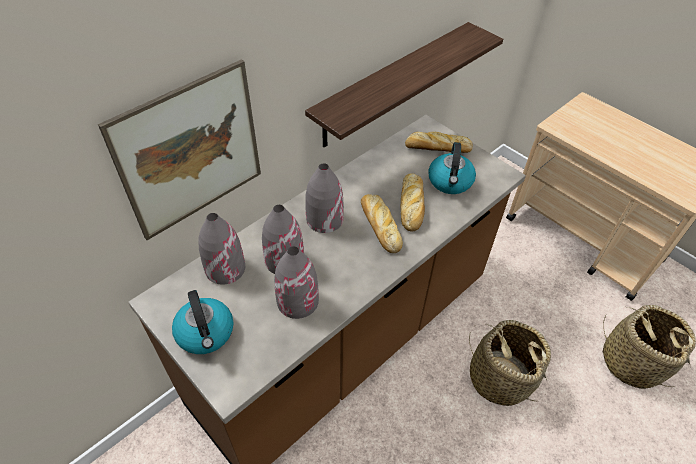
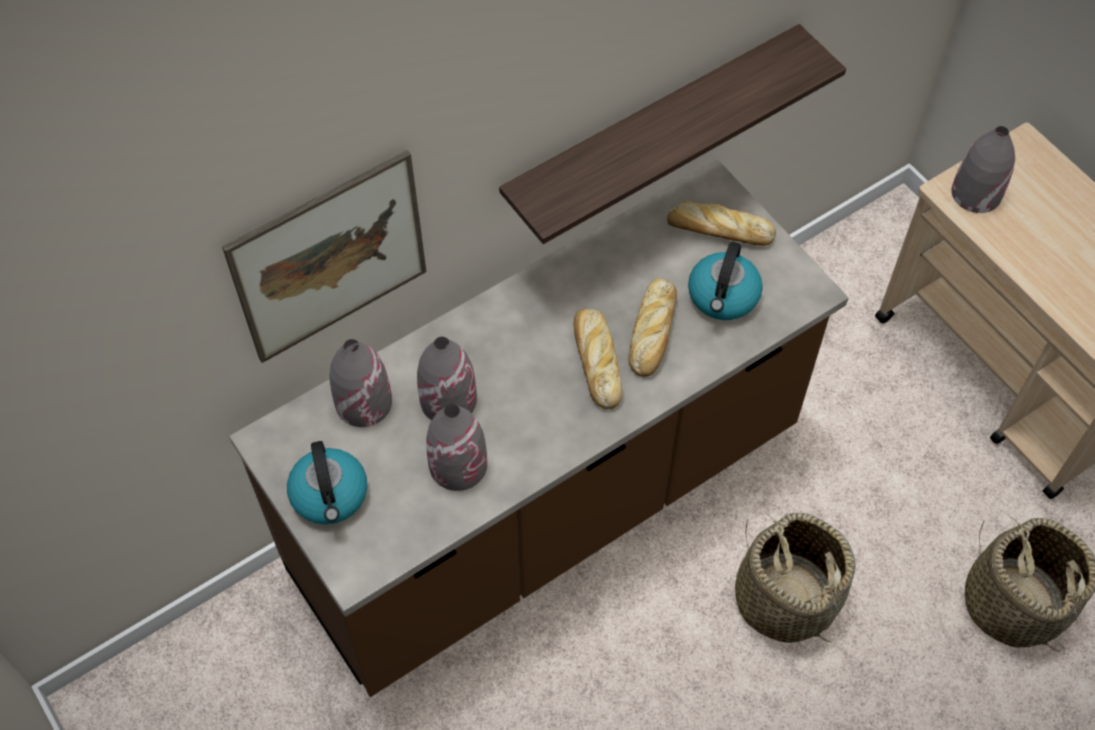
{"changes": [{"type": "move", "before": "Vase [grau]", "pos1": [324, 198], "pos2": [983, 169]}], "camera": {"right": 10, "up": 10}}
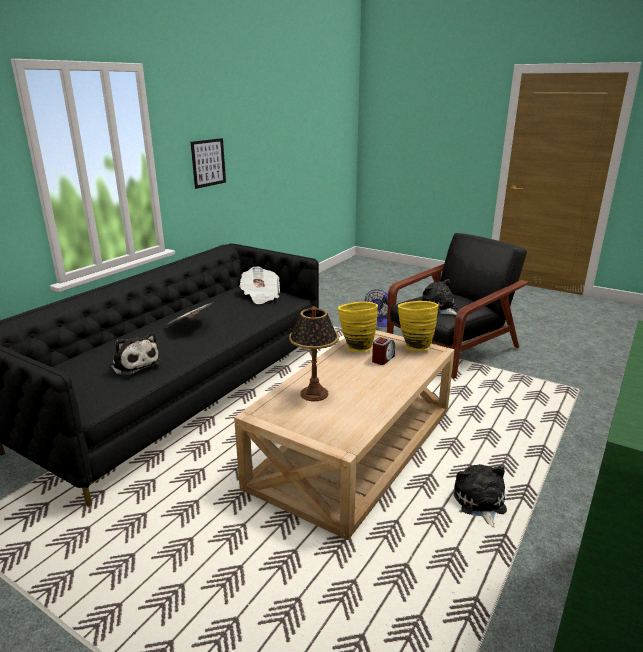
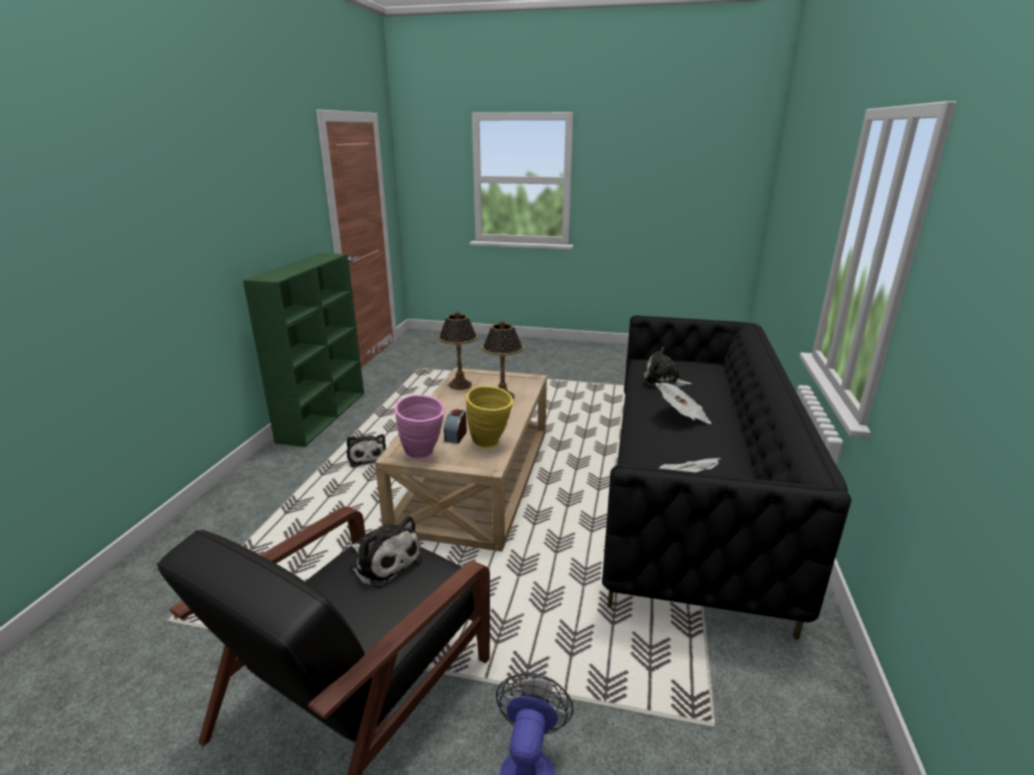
{"changes": [{"type": "delete", "before": "Bild", "pos1": [208, 163]}, {"type": "insert", "after": "Tischlampe", "pos2": [458, 350]}, {"type": "recolor", "before": "Vase [gelb]", "after": "Vase [rosa]", "pos1": [418, 326], "pos2": [420, 427]}], "camera": {"right": 160, "up": 0}}
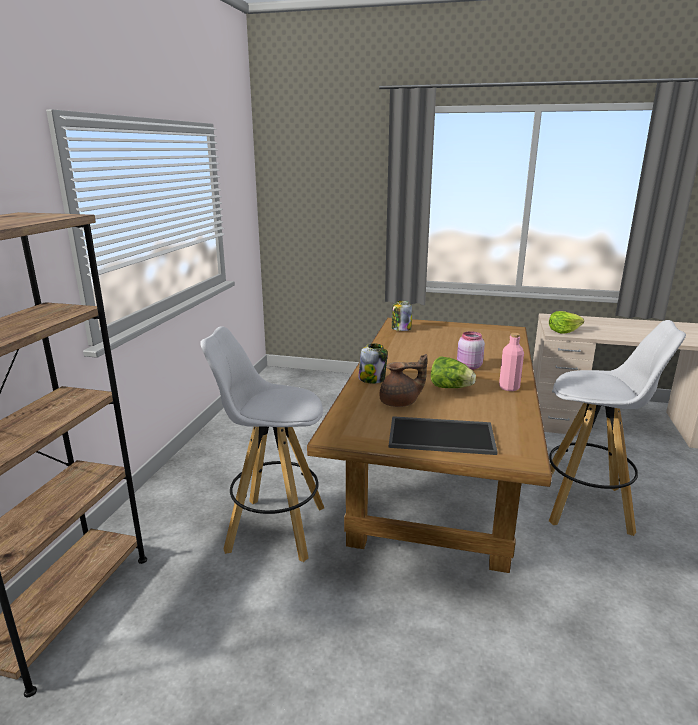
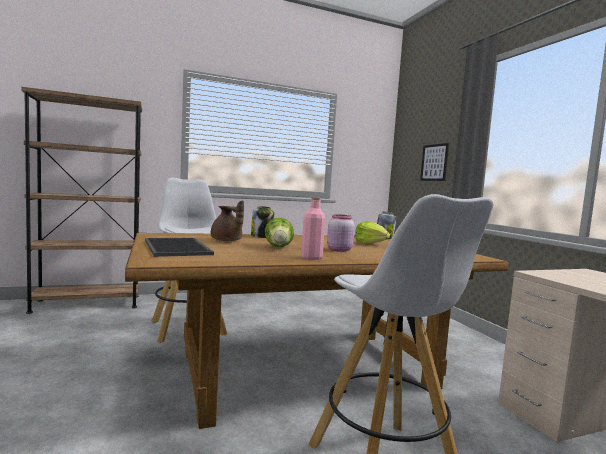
{"changes": [{"type": "insert", "after": "Bild", "pos2": [434, 162]}, {"type": "move", "before": "Salatkopf", "pos1": [566, 322], "pos2": [372, 232]}], "camera": {"right": 55, "up": -15}}
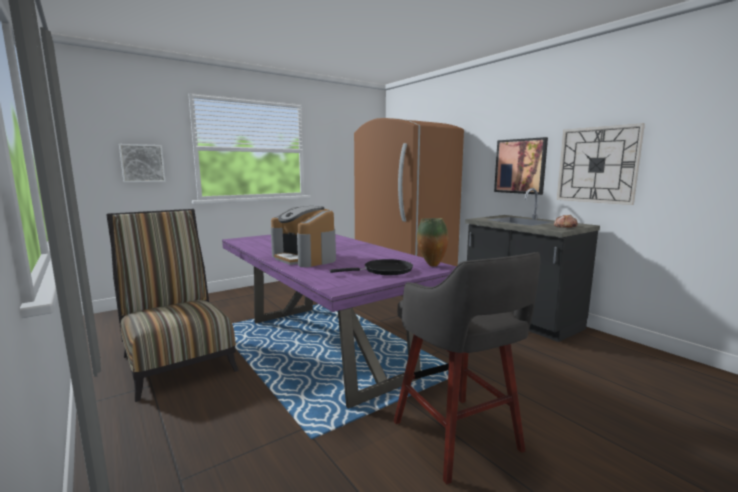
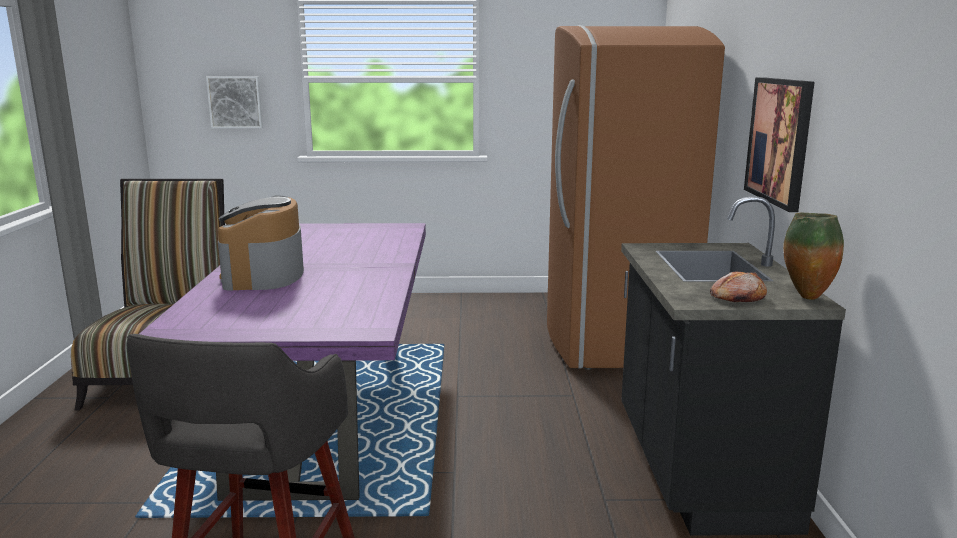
{"changes": [{"type": "delete", "before": "Pfanne [schwarz]", "pos1": [371, 267]}, {"type": "delete", "before": "Wanduhr", "pos1": [601, 164]}, {"type": "move", "before": "Vase", "pos1": [432, 242], "pos2": [813, 256]}], "camera": {"right": 35, "up": 5}}
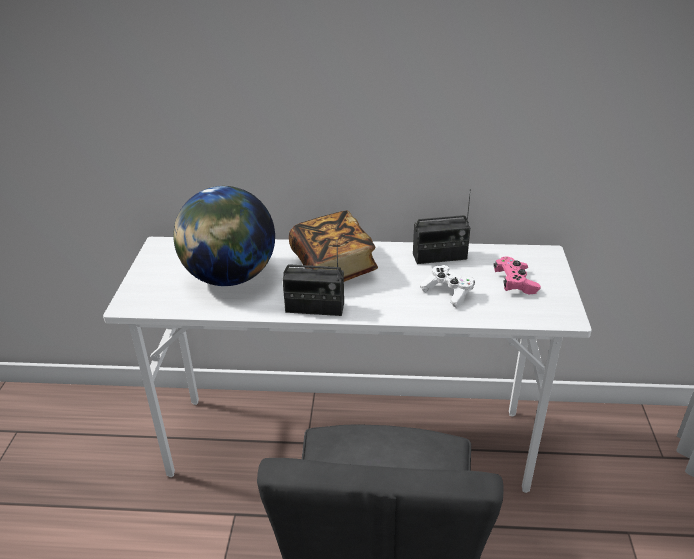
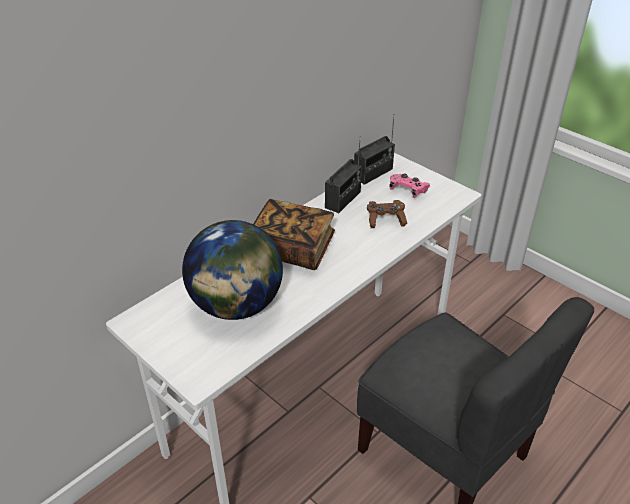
{"changes": [{"type": "move", "before": "Radio", "pos1": [313, 278], "pos2": [374, 151]}, {"type": "recolor", "before": "Gamepad [weiß]", "after": "Gamepad [braun]", "pos1": [447, 286], "pos2": [387, 214]}], "camera": {"right": -50, "up": 5}}
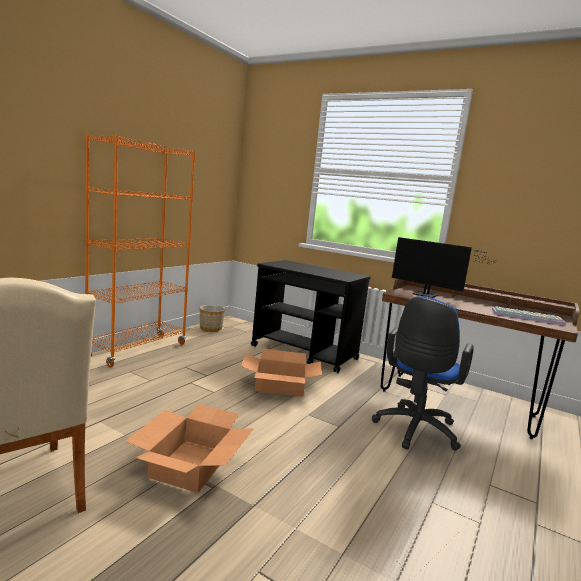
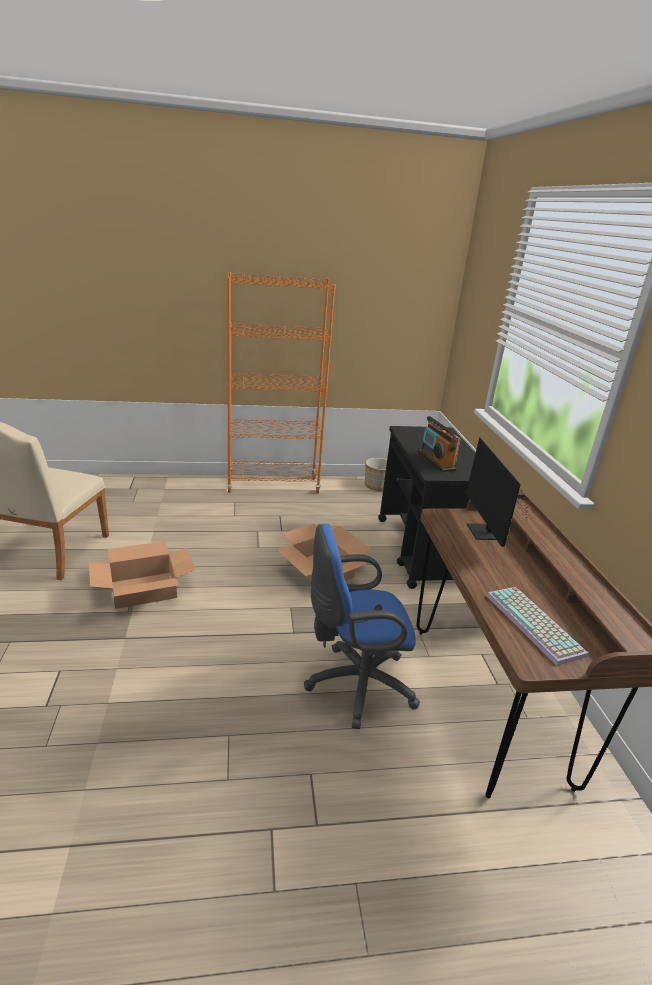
{"changes": [{"type": "insert", "after": "Radio", "pos2": [439, 444]}], "camera": {"right": 50, "up": 15}}
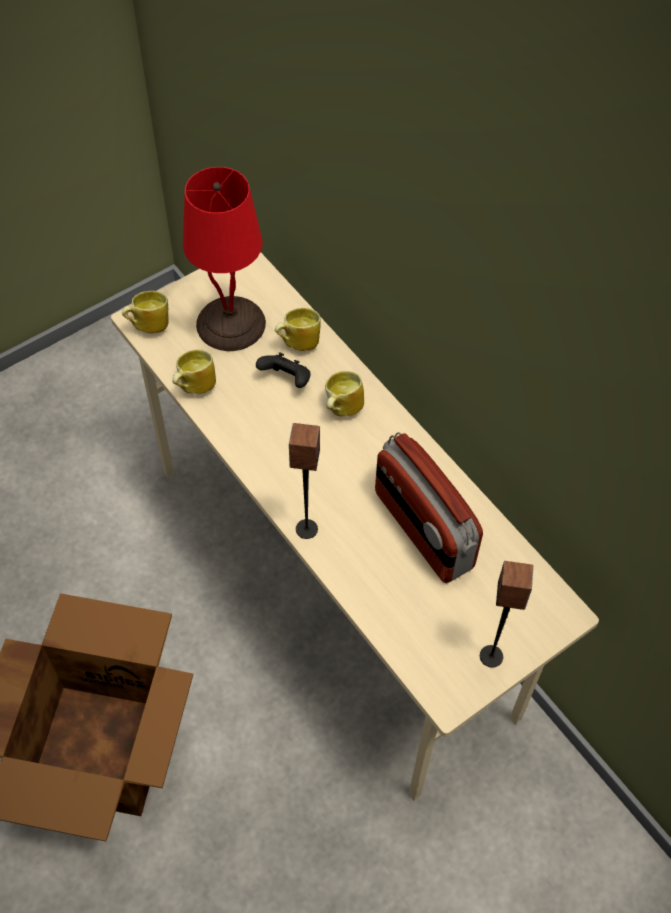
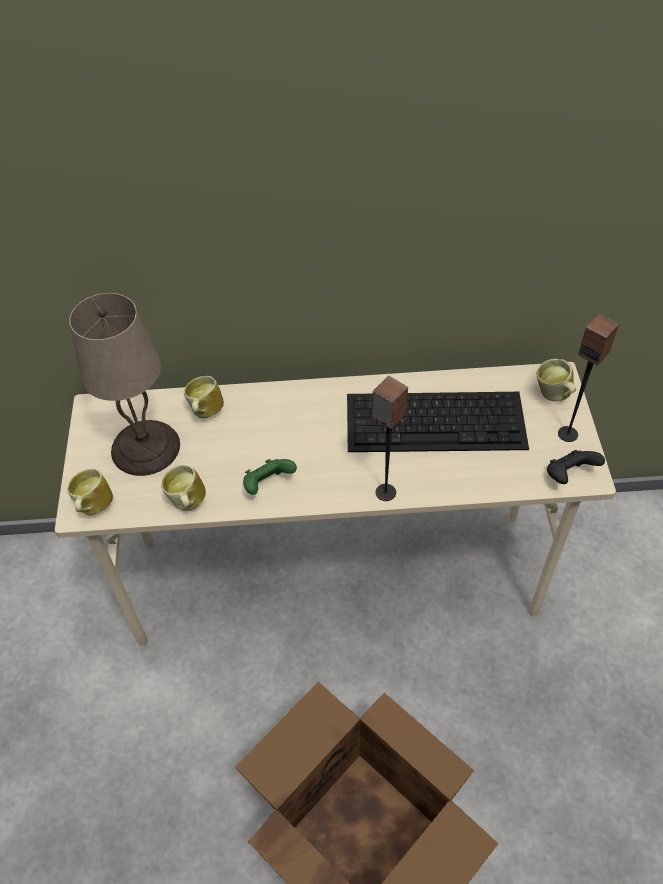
{"changes": [{"type": "insert", "after": "Gamepad [grün]", "pos2": [270, 477]}, {"type": "move", "before": "Gamepad [schwarz]", "pos1": [283, 370], "pos2": [576, 467]}, {"type": "move", "before": "Henkelbecher", "pos1": [344, 393], "pos2": [556, 380]}, {"type": "replace", "before": "Radio", "after": "Tastatur", "pos1": [429, 507], "pos2": [438, 422]}, {"type": "recolor", "before": "Tischlampe [rot]", "after": "Tischlampe [beige]", "pos1": [224, 259], "pos2": [124, 384]}], "camera": {"right": -55, "up": -5}}
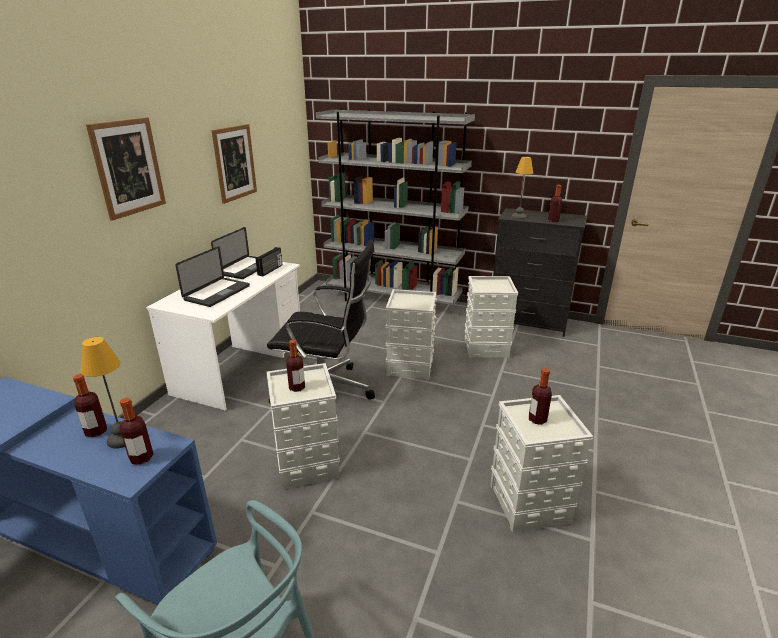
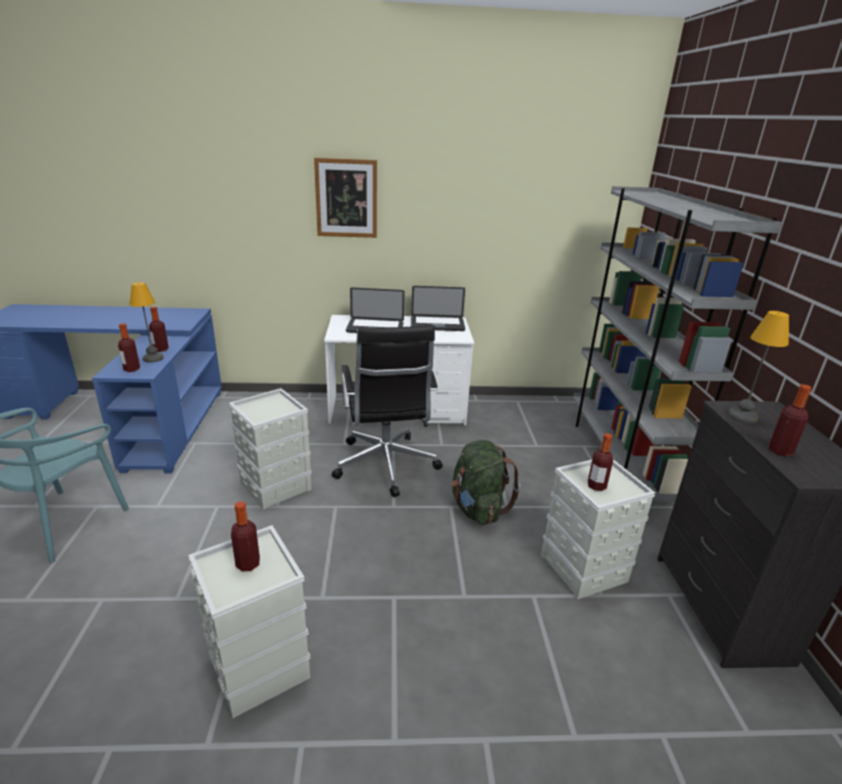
{"changes": [{"type": "delete", "before": "Bild", "pos1": [234, 164]}, {"type": "delete", "before": "Radio", "pos1": [269, 261]}, {"type": "move", "before": "Flasche", "pos1": [295, 366], "pos2": [600, 462]}, {"type": "replace", "before": "Aufbewahrungsbox [grau]", "after": "Rucksack [grün]", "pos1": [411, 334], "pos2": [485, 482]}], "camera": {"right": 65, "up": 0}}
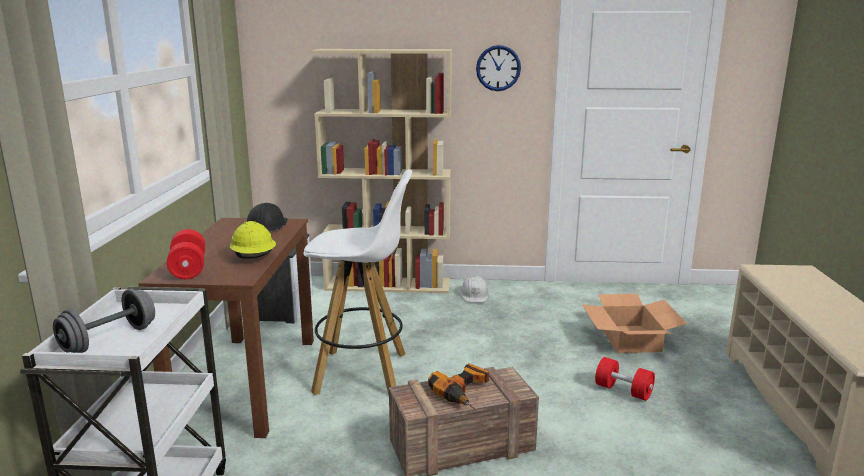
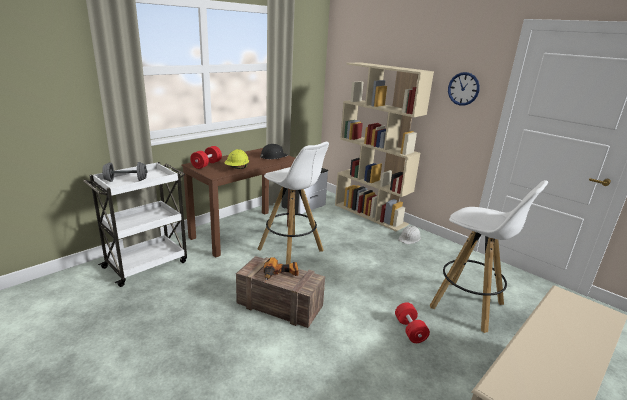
{"changes": [{"type": "replace", "before": "Karton", "after": "Hocker [weiß]", "pos1": [634, 323], "pos2": [489, 256]}], "camera": {"right": 40, "up": 5}}
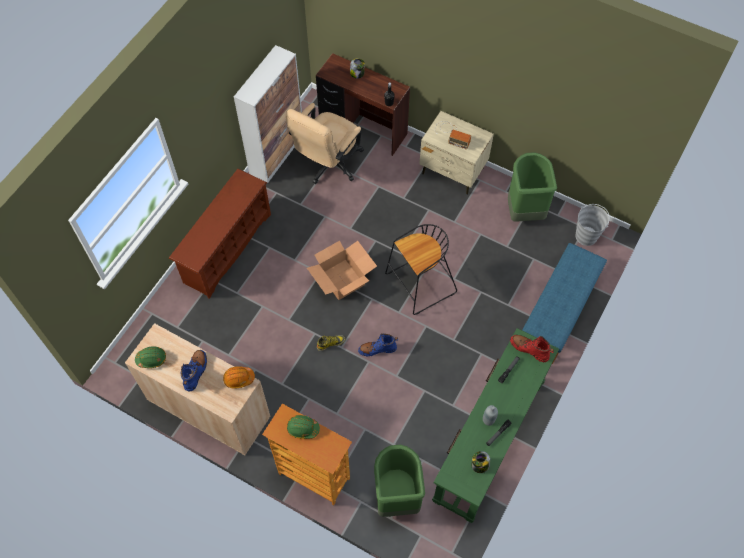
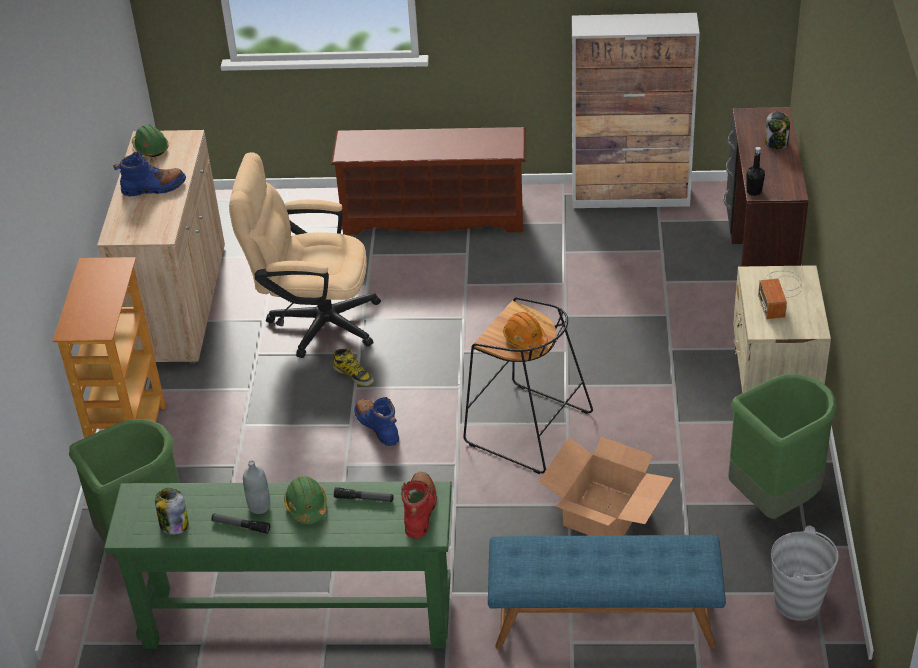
{"changes": [{"type": "move", "before": "Schutzhelm [orange]", "pos1": [239, 377], "pos2": [525, 331]}, {"type": "move", "before": "Bürostuhl [beige]", "pos1": [325, 143], "pos2": [305, 255]}, {"type": "move", "before": "Schutzhelm [grün]", "pos1": [303, 427], "pos2": [305, 500]}, {"type": "move", "before": "Karton", "pos1": [342, 270], "pos2": [606, 486]}], "camera": {"right": 65, "up": -20}}
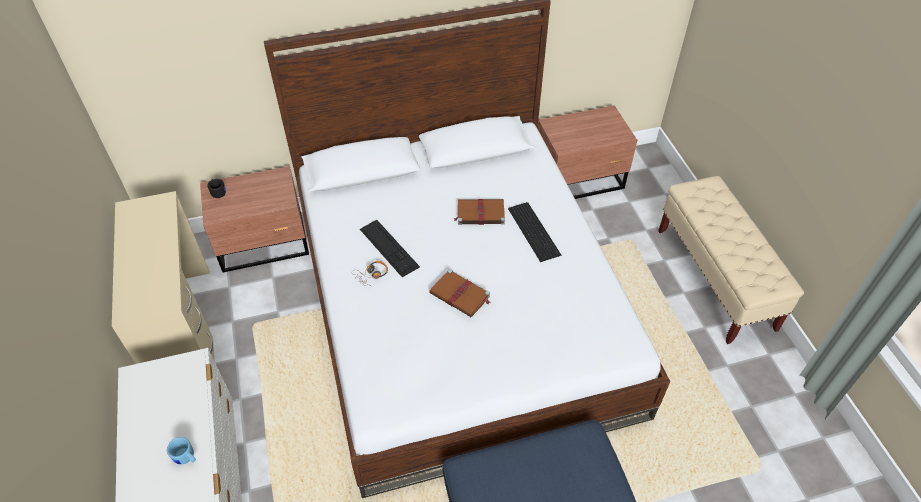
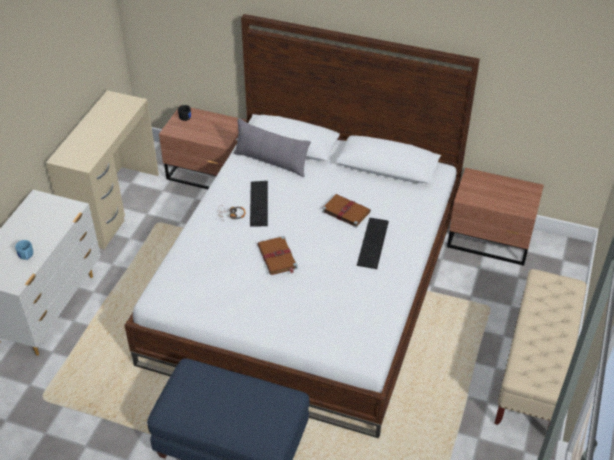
{"changes": [{"type": "insert", "after": "Kissen [grau]", "pos2": [272, 147]}], "camera": {"right": 35, "up": -5}}
